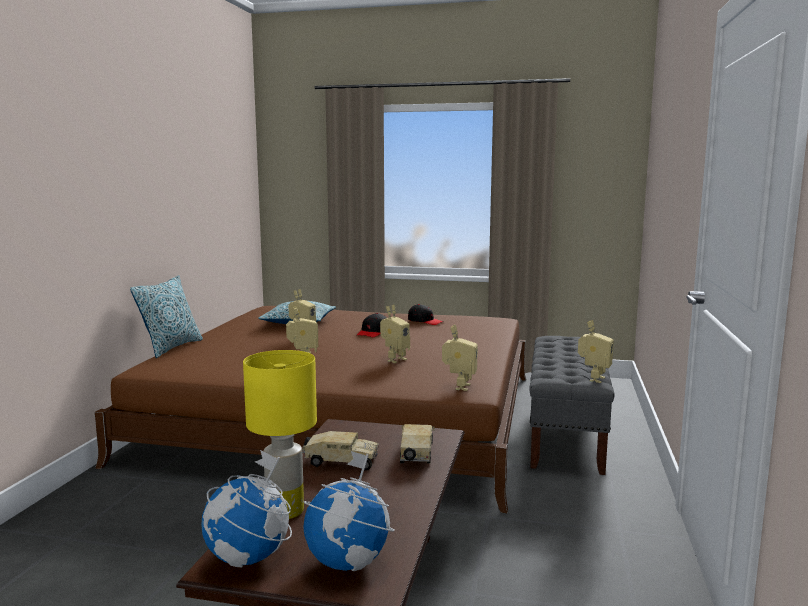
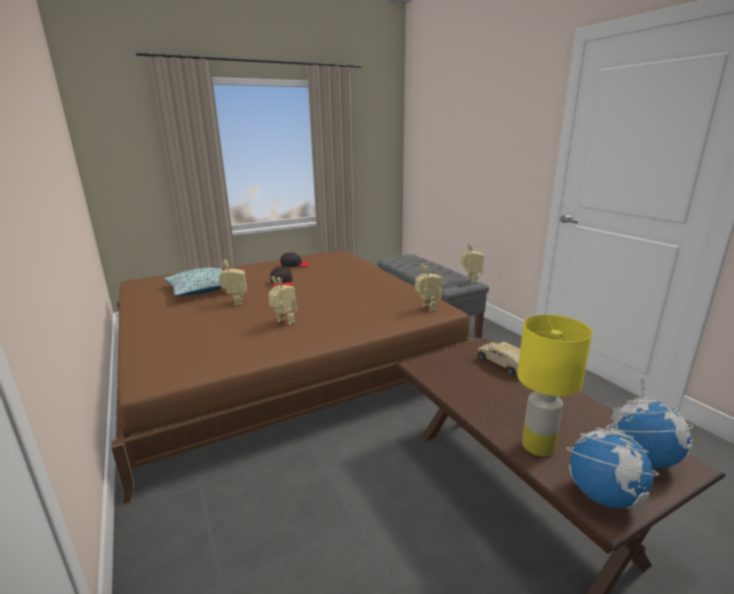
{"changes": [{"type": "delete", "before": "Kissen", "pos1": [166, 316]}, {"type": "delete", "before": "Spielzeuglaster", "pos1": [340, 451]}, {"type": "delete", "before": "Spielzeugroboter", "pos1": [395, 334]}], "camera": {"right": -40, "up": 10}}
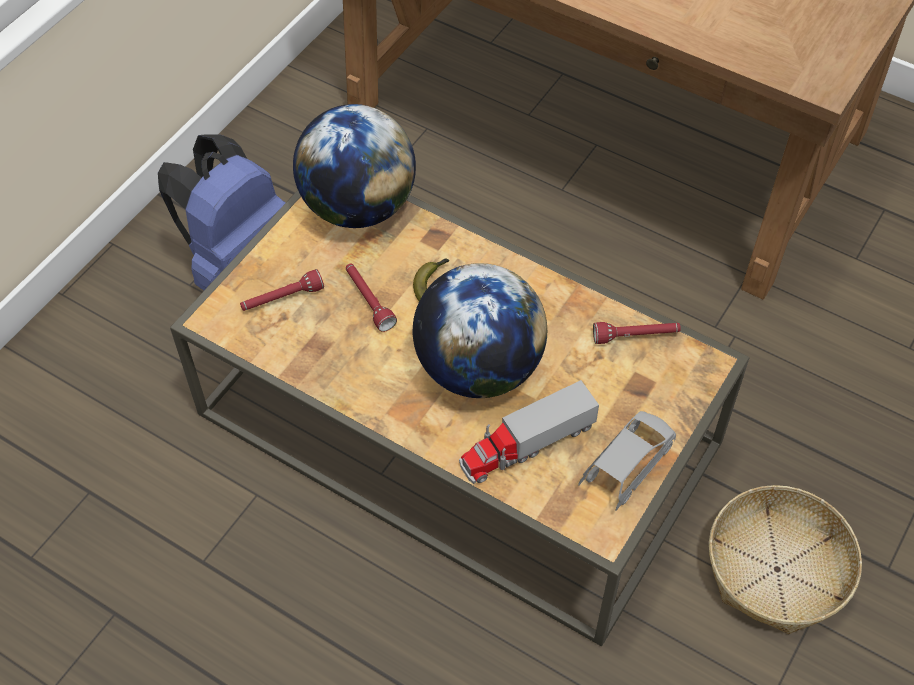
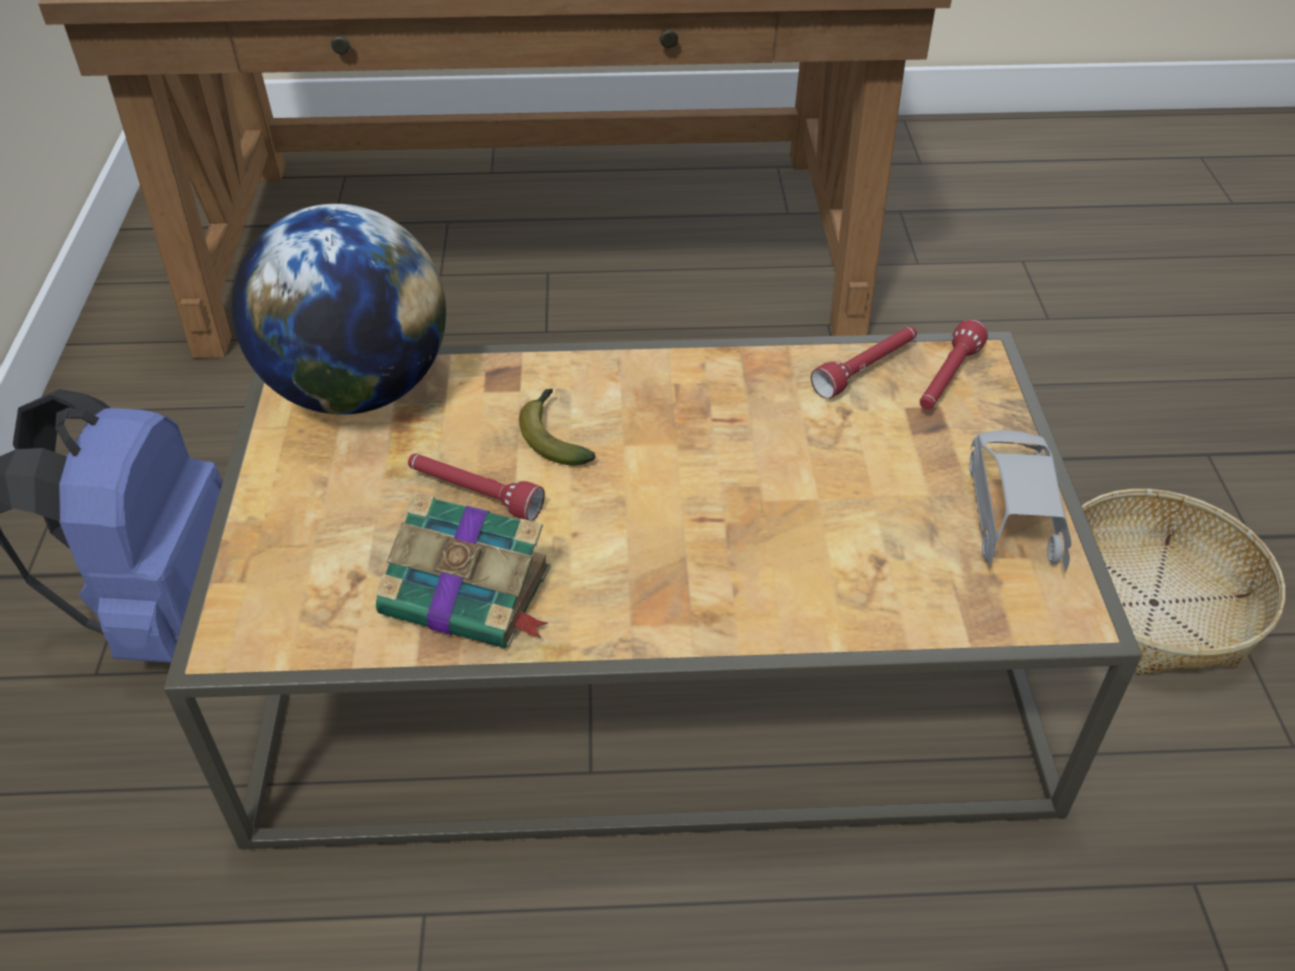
{"changes": [{"type": "delete", "before": "Globus", "pos1": [480, 330]}, {"type": "delete", "before": "Spielzeuglaster", "pos1": [529, 432]}, {"type": "insert", "after": "Buch", "pos2": [463, 570]}, {"type": "move", "before": "Taschenlampe [rot]", "pos1": [282, 290], "pos2": [954, 364]}], "camera": {"right": -35, "up": -10}}
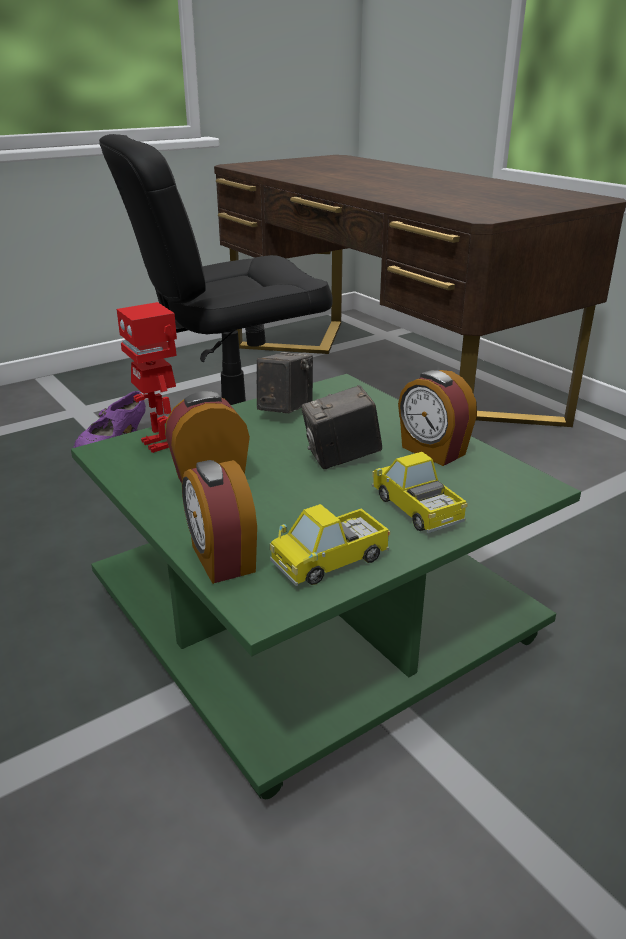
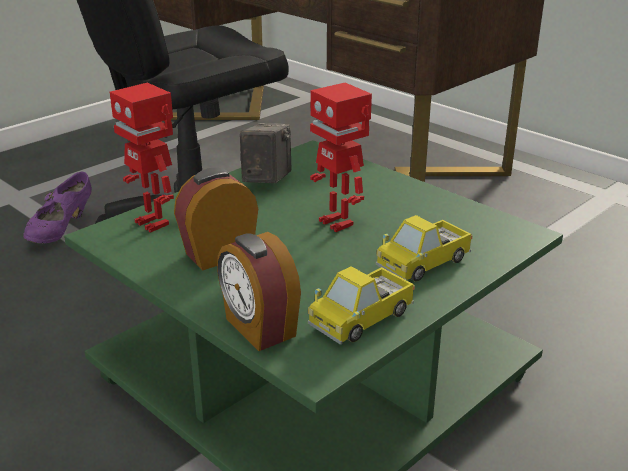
{"changes": [{"type": "delete", "before": "Wecker", "pos1": [437, 418]}, {"type": "replace", "before": "Kamera", "after": "Spielzeugroboter", "pos1": [342, 427], "pos2": [341, 157]}, {"type": "rotate", "before": "Spielzeuglaster", "pos1": [420, 492], "pos2": [424, 248], "turn": -90}], "camera": {"right": -10, "up": 0}}
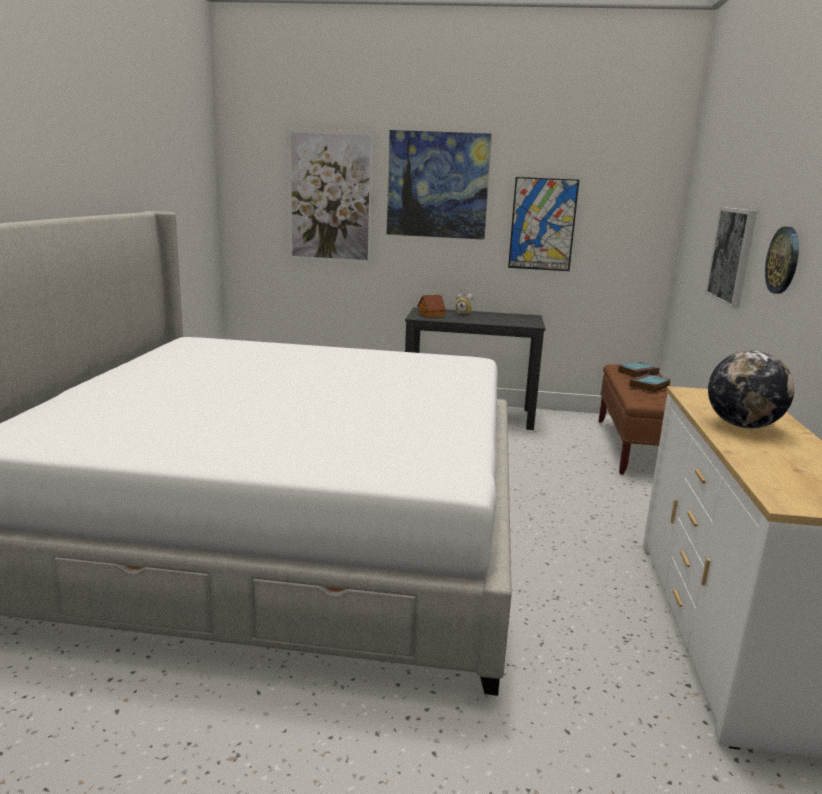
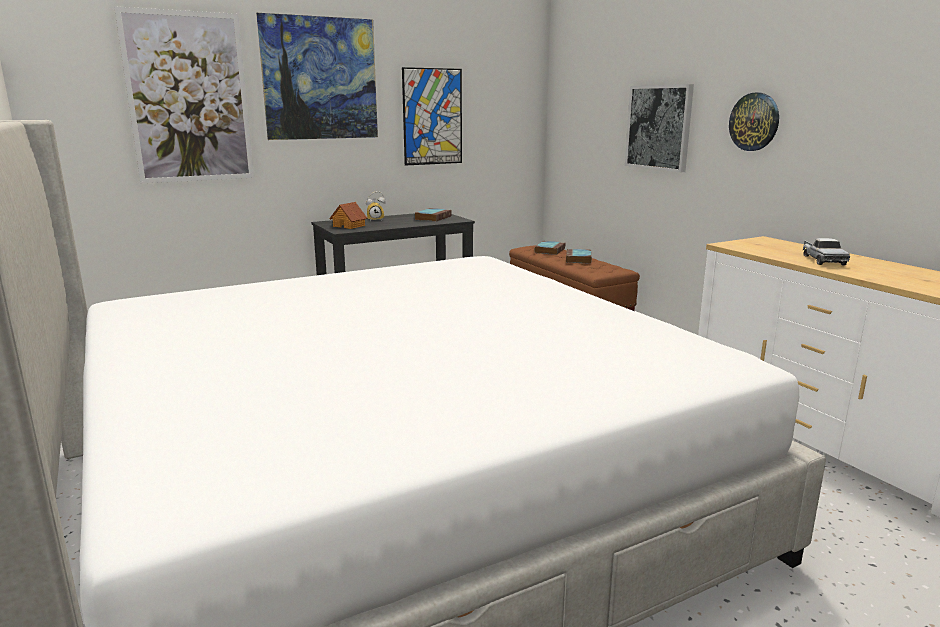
{"changes": [{"type": "insert", "after": "Buch", "pos2": [433, 215]}, {"type": "replace", "before": "Globus", "after": "Spielzeuglaster", "pos1": [751, 389], "pos2": [826, 251]}], "camera": {"right": -35, "up": 0}}
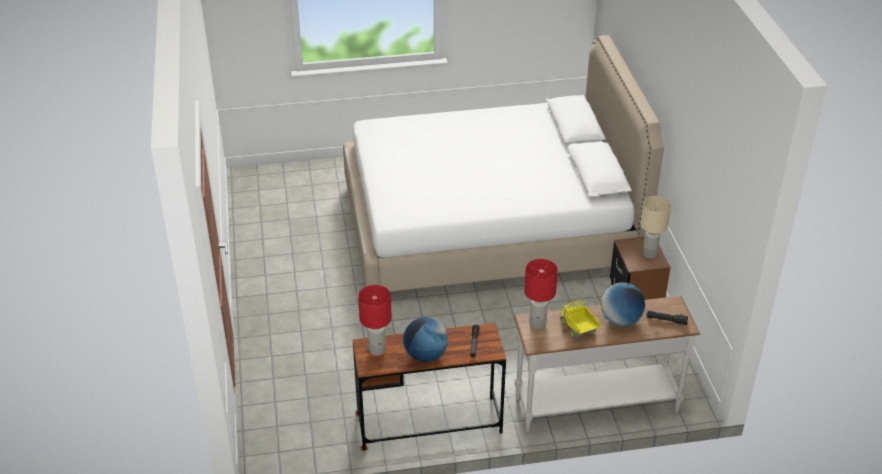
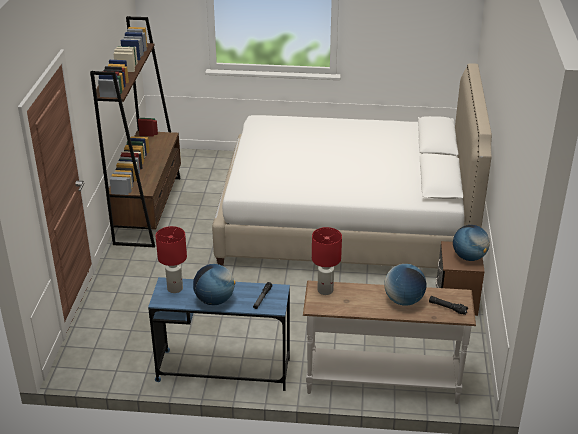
{"changes": [{"type": "delete", "before": "Spielzeuglaster", "pos1": [580, 319]}, {"type": "insert", "after": "Bücherregal [braun]", "pos2": [135, 131]}, {"type": "replace", "before": "Tischlampe [beige]", "after": "Globus", "pos1": [655, 227], "pos2": [471, 243]}, {"type": "recolor", "before": "Schreibtisch [braun]", "after": "Schreibtisch [blau]", "pos1": [429, 387], "pos2": [219, 334]}], "camera": {"right": 15, "up": -5}}
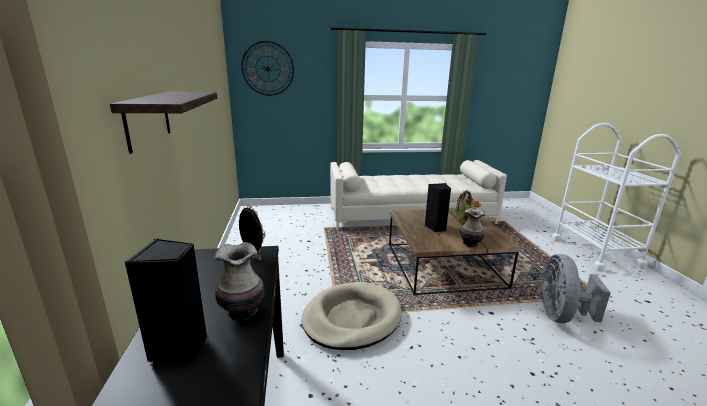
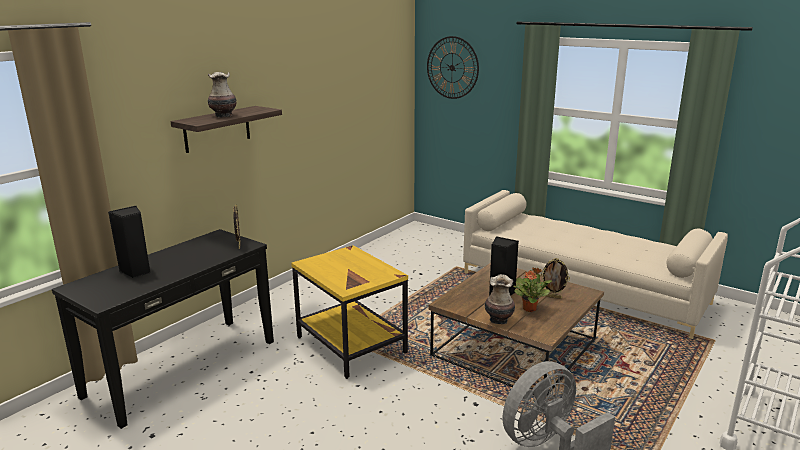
{"changes": [{"type": "move", "before": "Vase", "pos1": [240, 281], "pos2": [222, 95]}, {"type": "replace", "before": "Hundebett [beige]", "after": "Beistelltisch [gelb]", "pos1": [352, 316], "pos2": [349, 312]}], "camera": {"right": 45, "up": 0}}
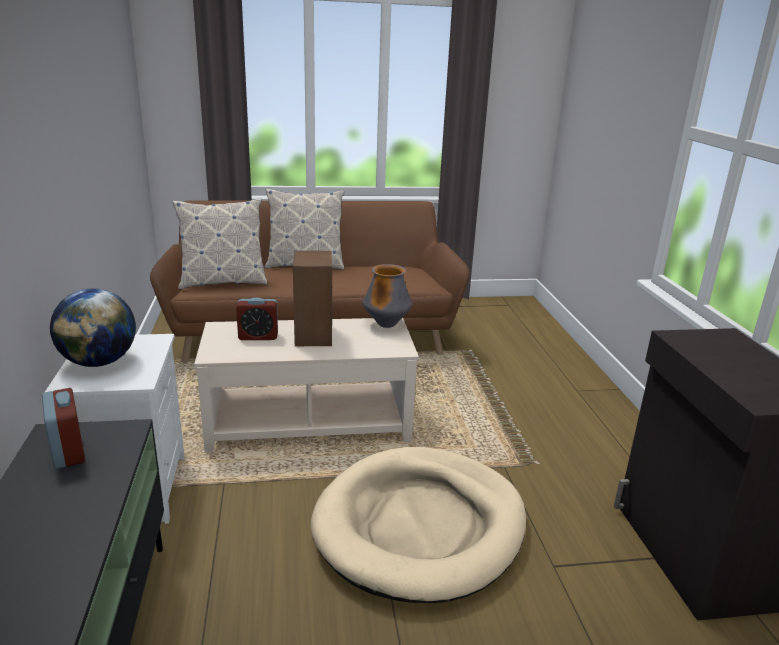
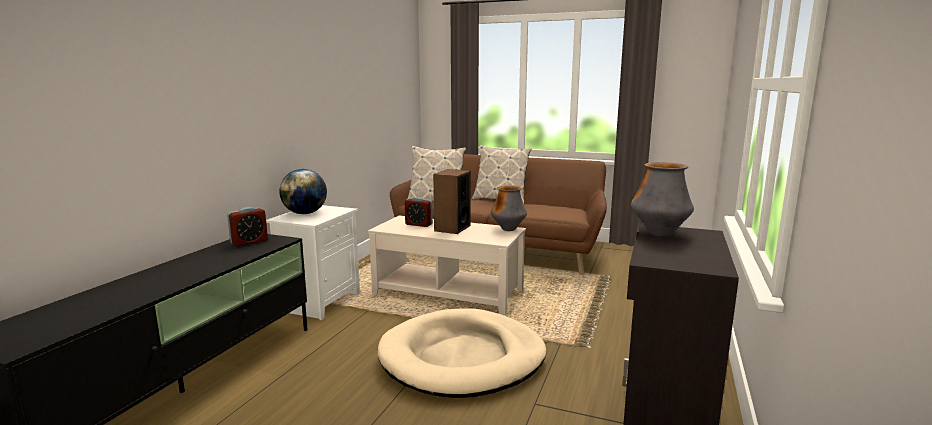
{"changes": [{"type": "insert", "after": "Vase", "pos2": [662, 199]}, {"type": "rotate", "before": "Wecker", "pos1": [63, 428], "pos2": [247, 227], "turn": 45}], "camera": {"right": 30, "up": -10}}
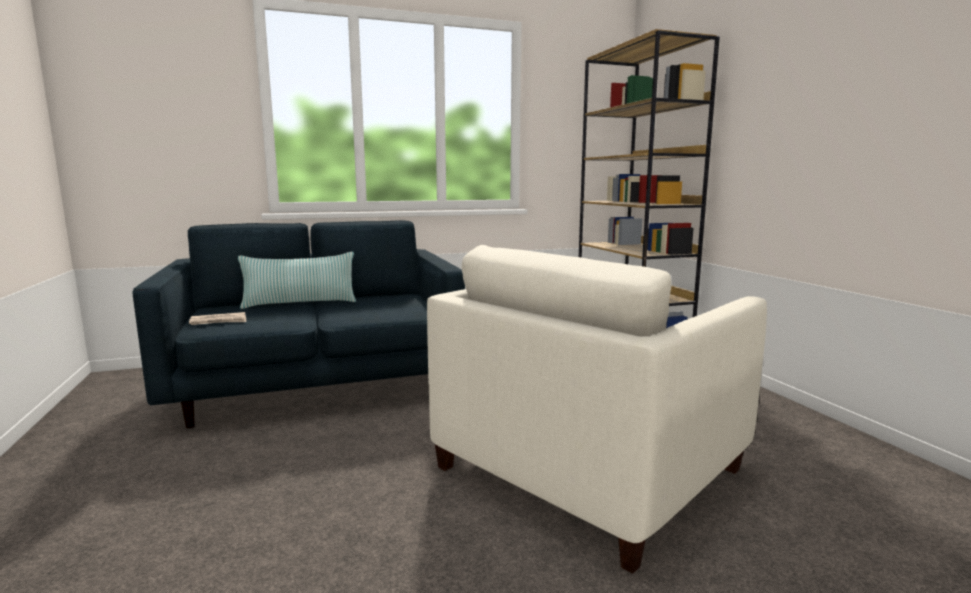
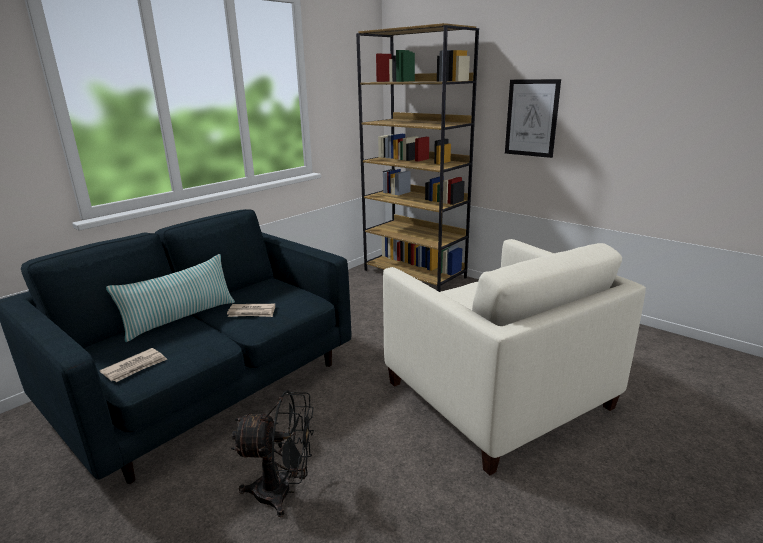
{"changes": [{"type": "insert", "after": "Zeitung", "pos2": [251, 310]}, {"type": "insert", "after": "Ventilator [schwarz]", "pos2": [272, 453]}, {"type": "insert", "after": "Bild", "pos2": [533, 118]}, {"type": "rotate", "before": "Sessel [beige]", "pos1": [597, 409], "pos2": [514, 357], "turn": -45}], "camera": {"right": -30, "up": 10}}
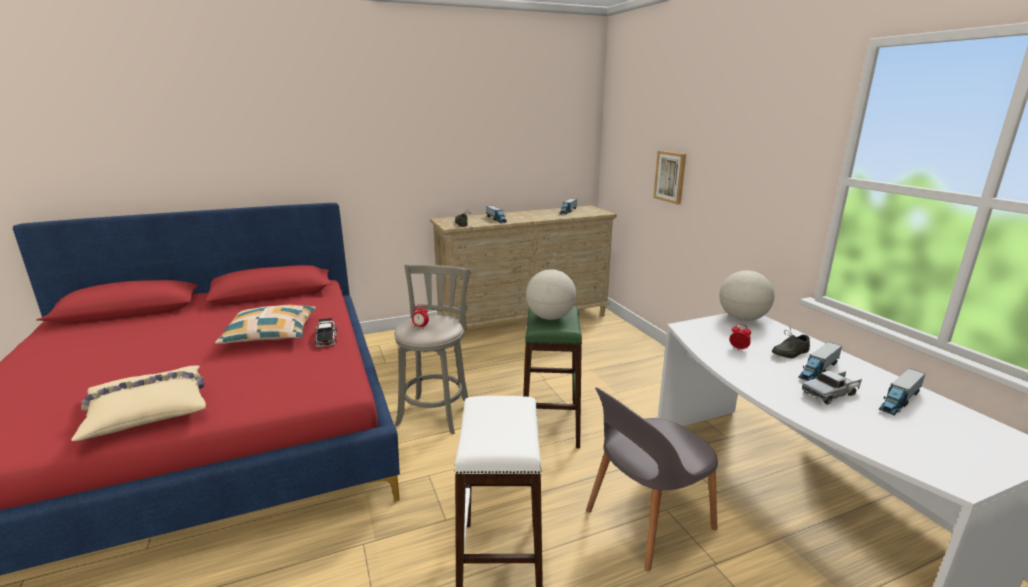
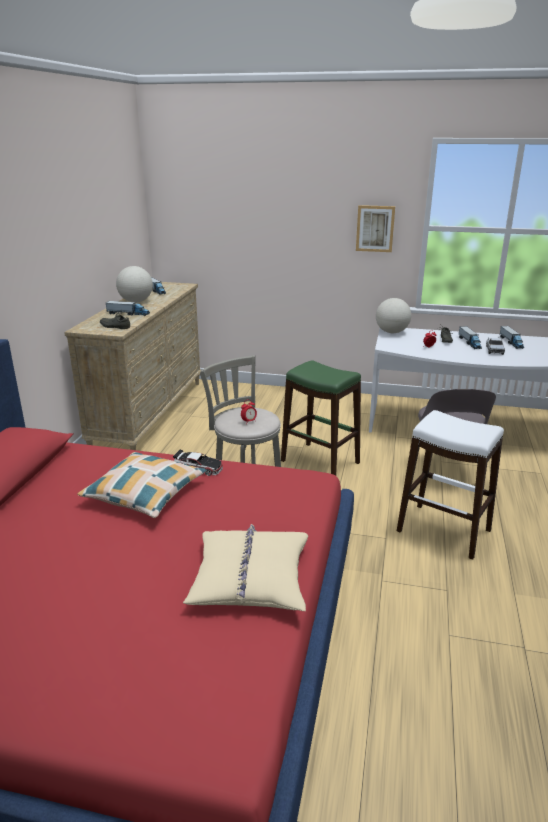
{"changes": [{"type": "move", "before": "Globus", "pos1": [551, 294], "pos2": [134, 284]}, {"type": "move", "before": "Bild", "pos1": [669, 178], "pos2": [375, 228]}], "camera": {"right": -55, "up": 5}}
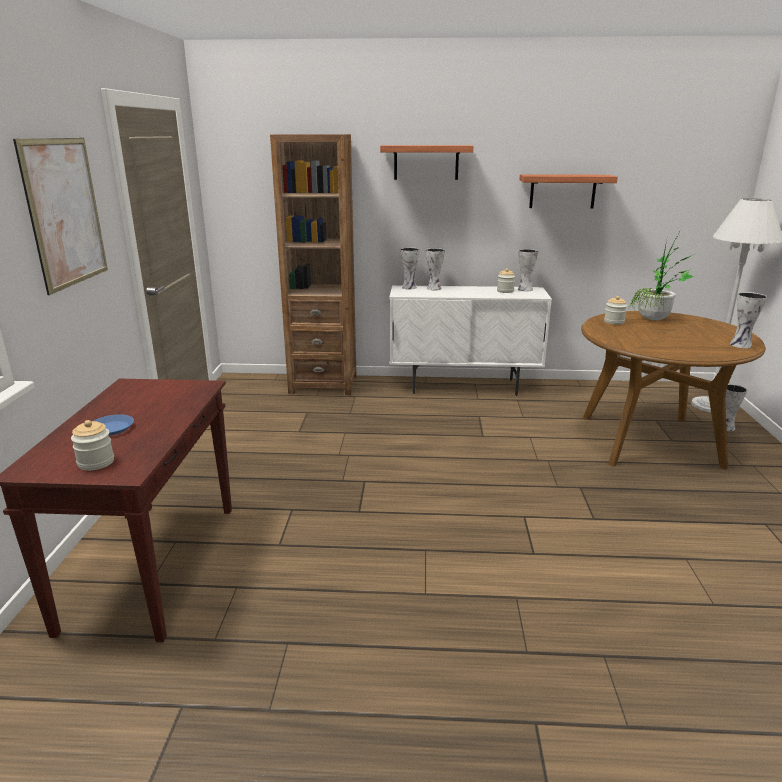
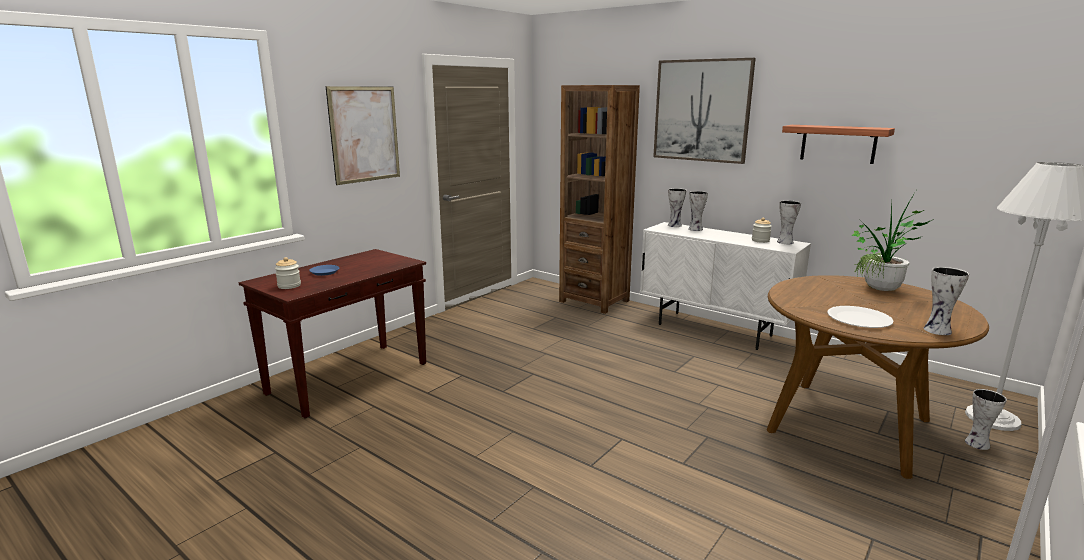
{"changes": [{"type": "delete", "before": "Vorratsglas", "pos1": [615, 310]}, {"type": "insert", "after": "Teller [weiß]", "pos2": [860, 317]}, {"type": "replace", "before": "Wandregal", "after": "Bild", "pos1": [426, 162], "pos2": [704, 111]}], "camera": {"right": 35, "up": -5}}
